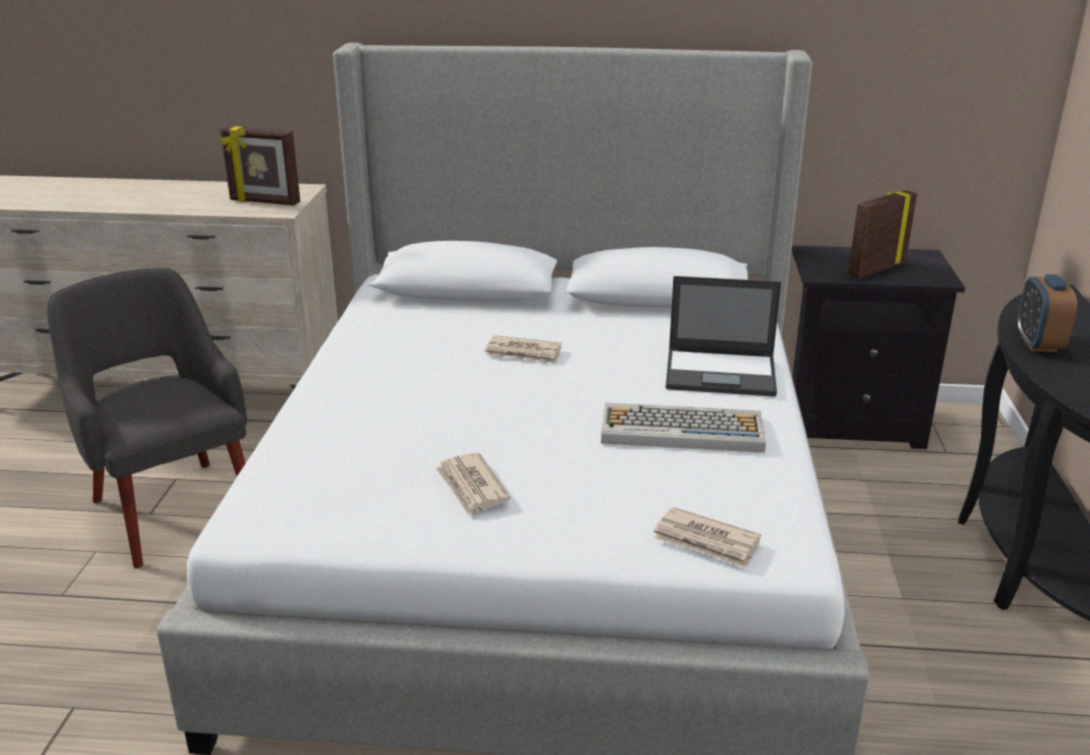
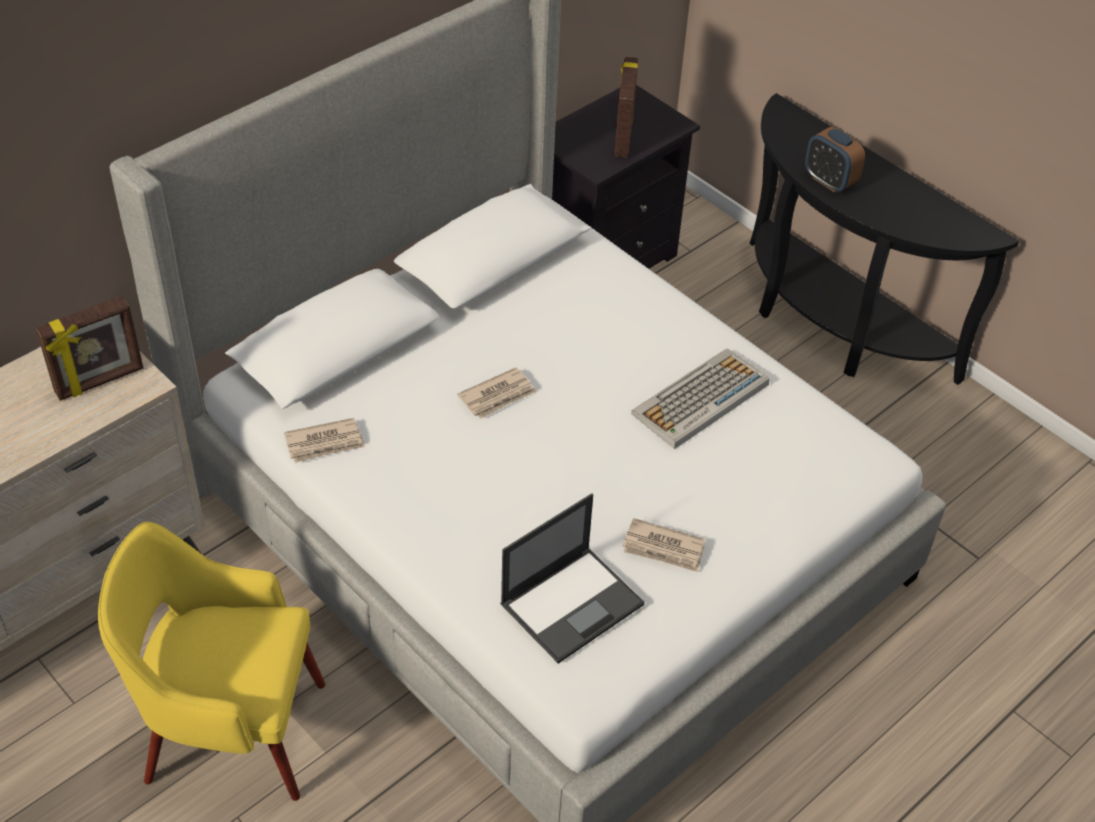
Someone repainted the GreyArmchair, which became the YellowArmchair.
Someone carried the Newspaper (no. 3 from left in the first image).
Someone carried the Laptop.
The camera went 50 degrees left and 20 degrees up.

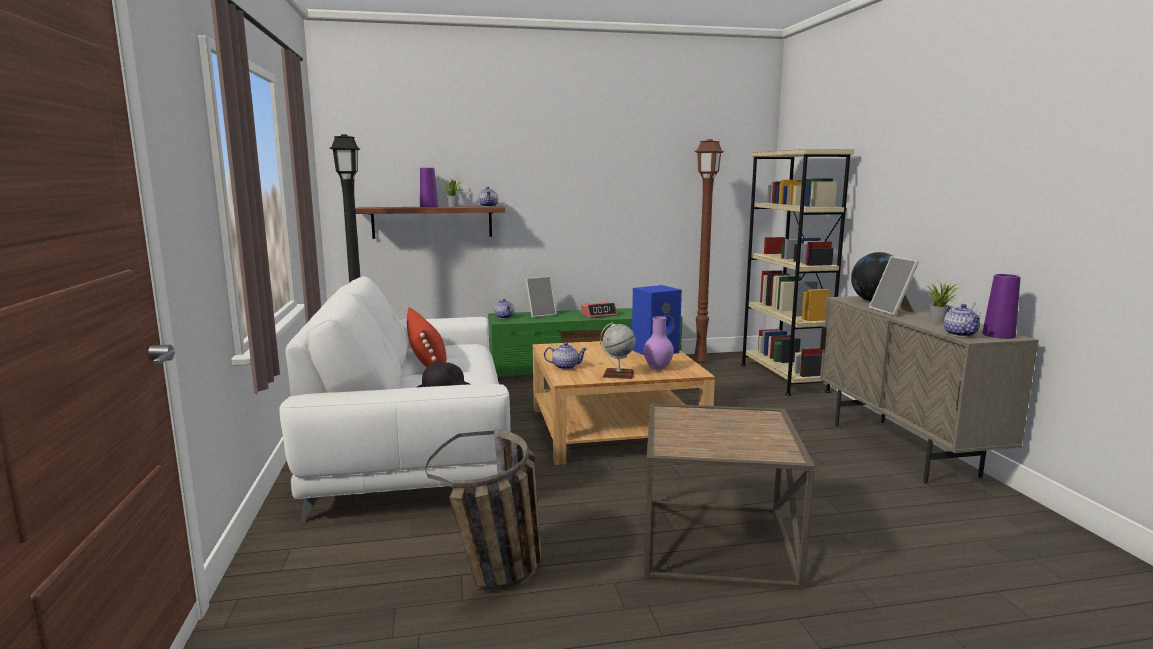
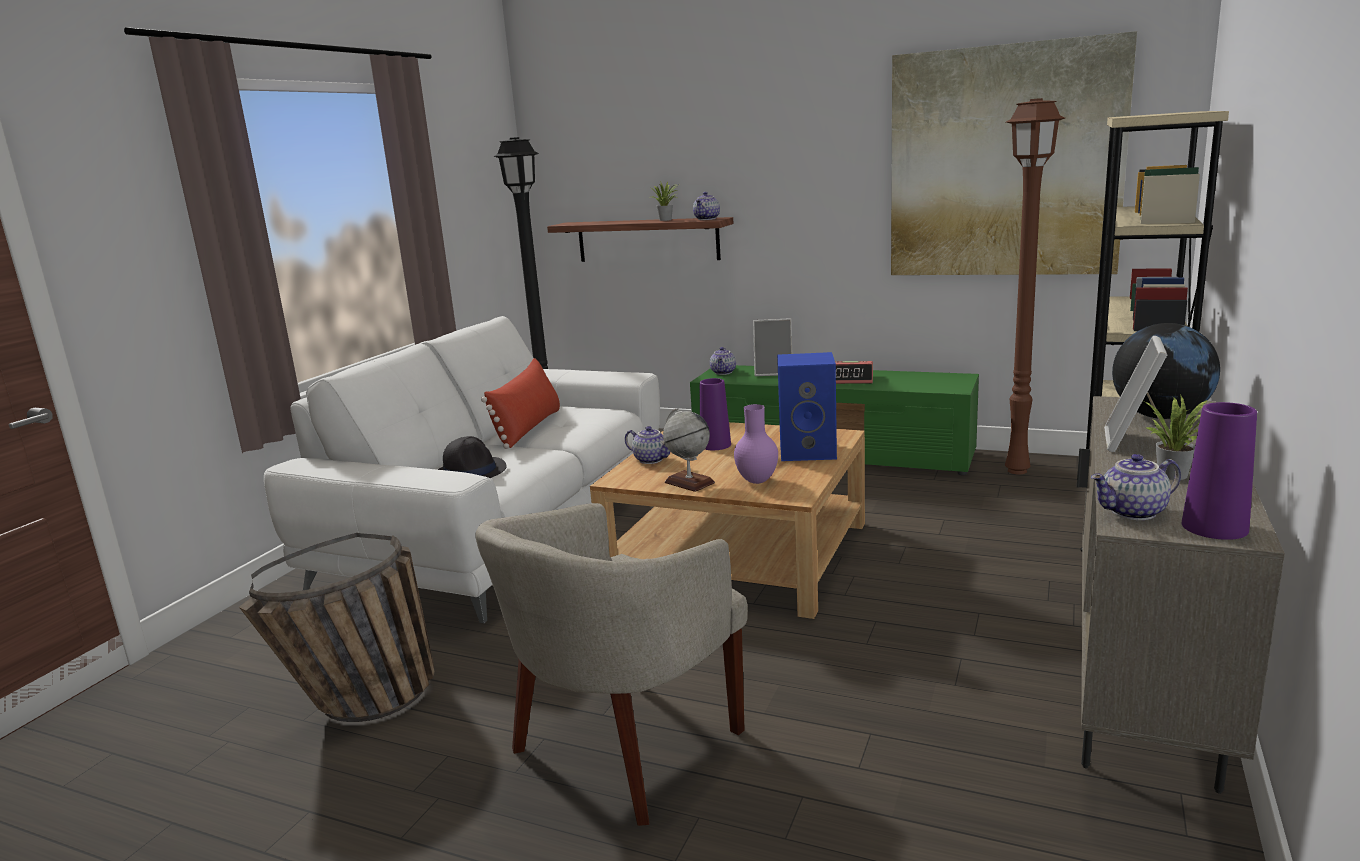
Someone carried the PurpleVase (no. 1 from left).
Someone swapped the BrownSideTable for the BeigeArmchair.
Someone rotated the Teapot (no. 4 from left) by 45 degrees clockwise.
Someone put up the Picture.
The camera went 35 degrees right and 5 degrees up.

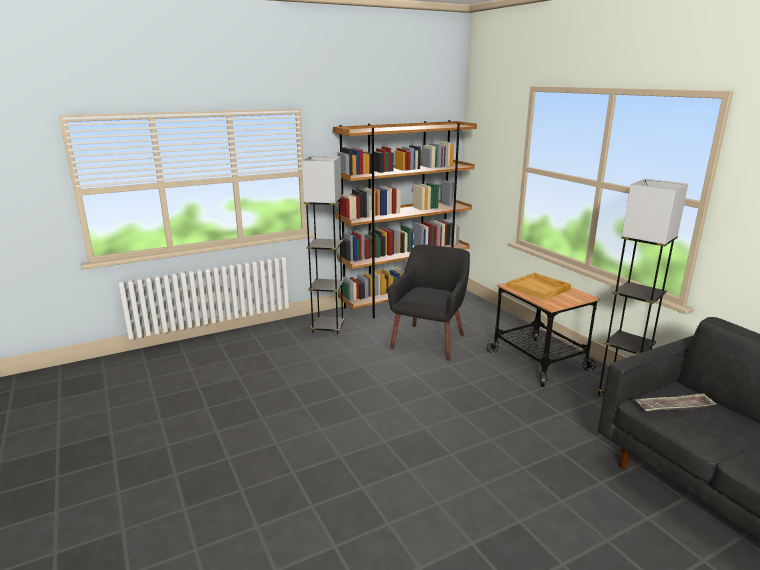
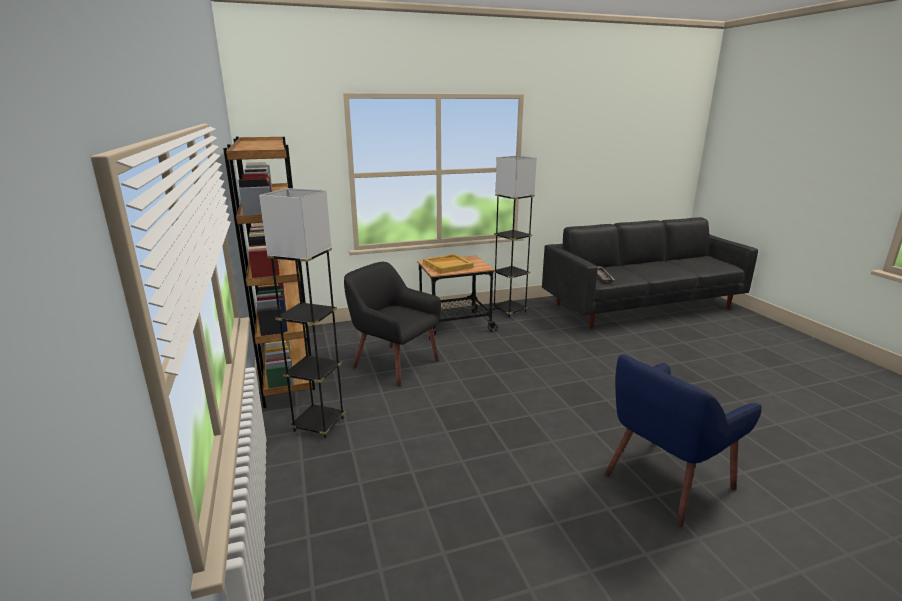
Someone put down the BlueArmchair.
The camera went 80 degrees left and 0 degrees up.

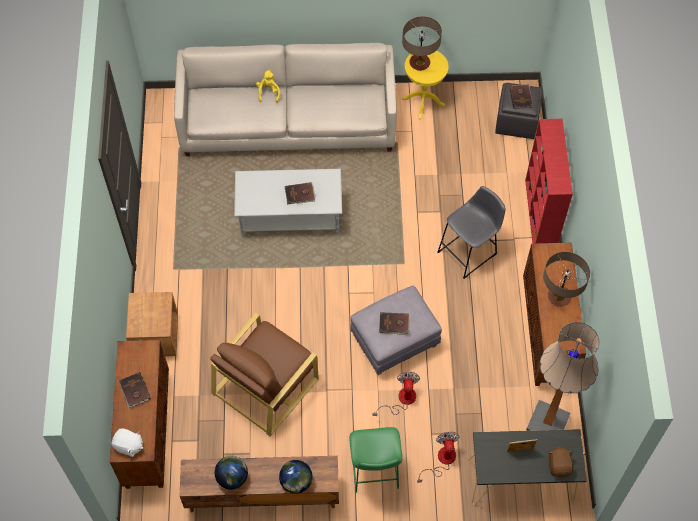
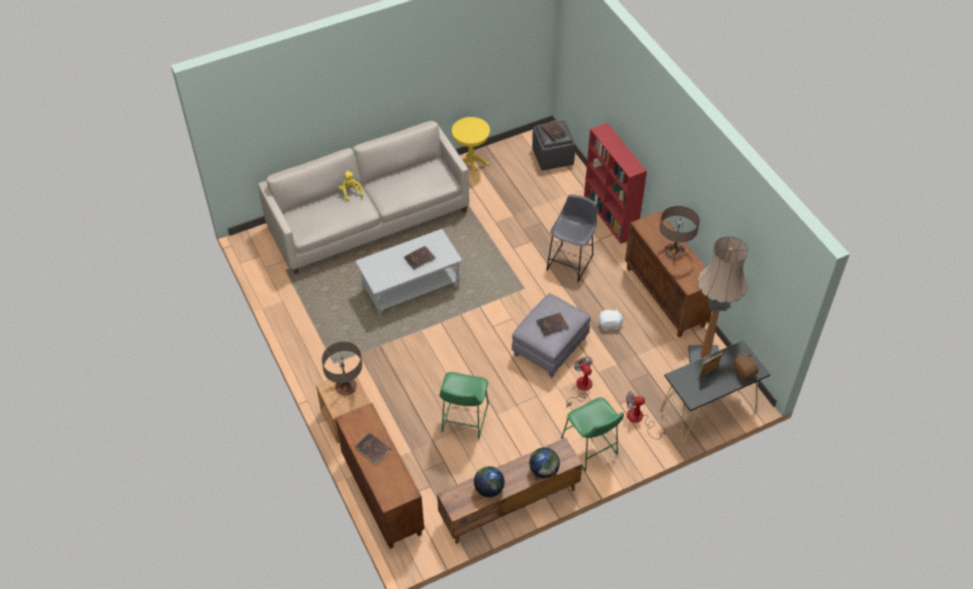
Someone carried the WhitePlushToy.
Someone swapped the BrownArmchair for the GreenStool (no. 1 from left).
Someone carried the TableLamp (no. 1 from left).
Someone rotated the Fan (no. 2 from left) by 60 degrees counterclockwise.
The camera went 25 degrees left and 10 degrees down.

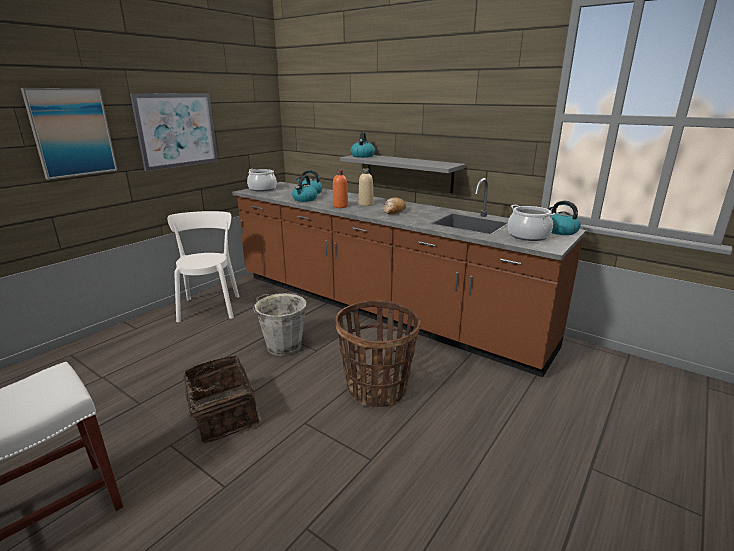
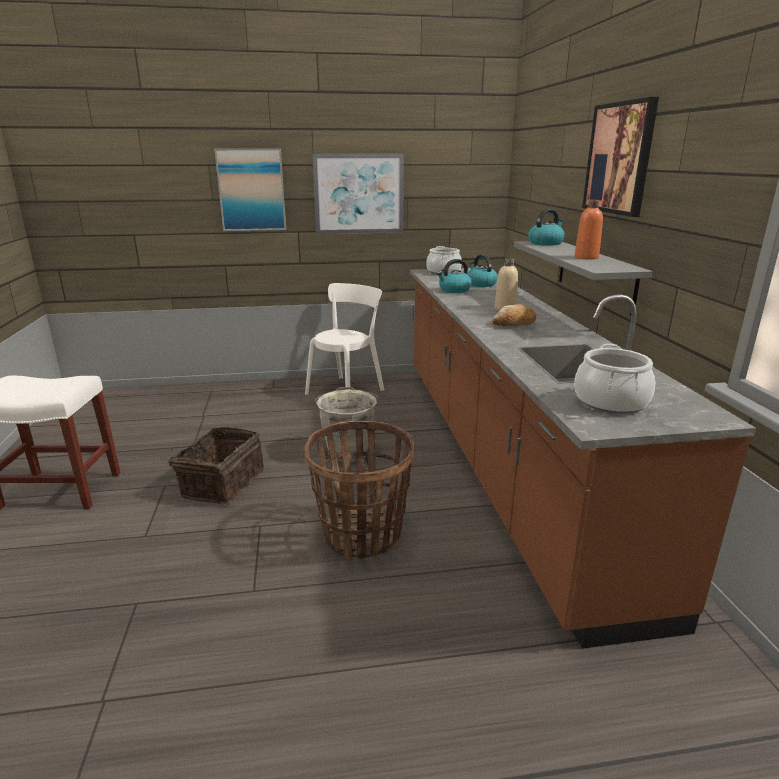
Someone carried the OrangeBottle.
Someone took away the Kettle (no. 4 from left).
Someone put up the Picture (no. 3 from left).
The camera went 45 degrees right and 0 degrees up.

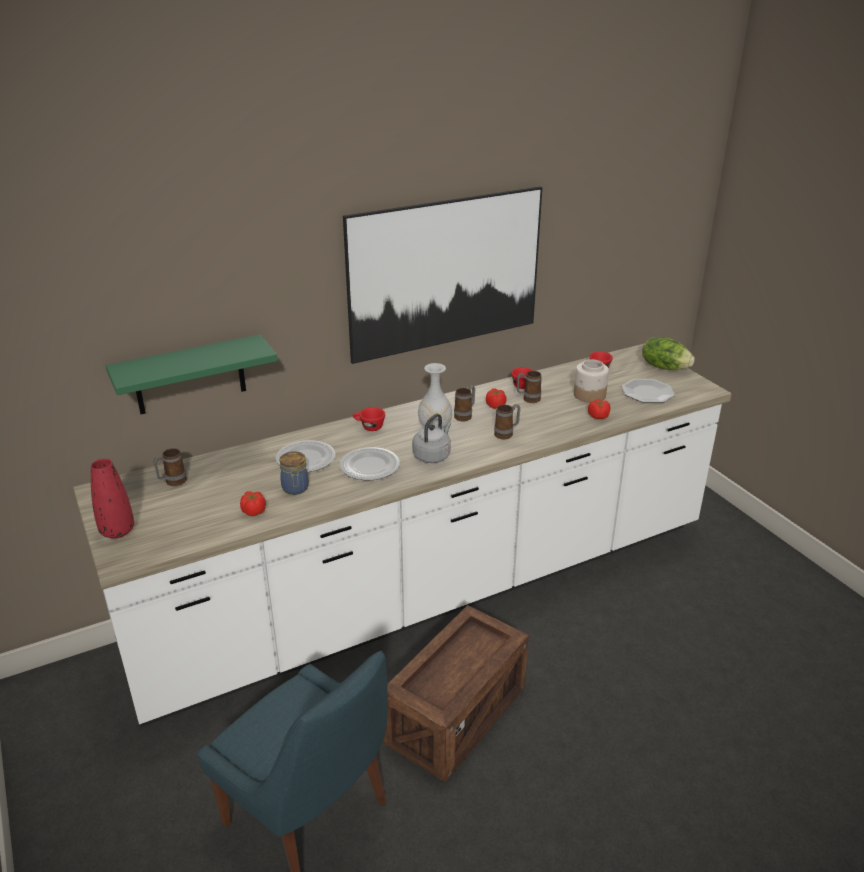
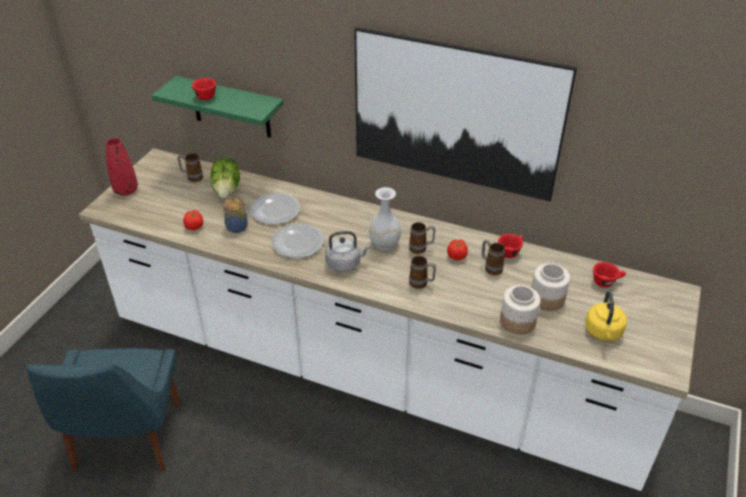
Someone carried the RedCup (no. 1 from left).
Someone took away the Crate.
Someone swapped the Tomato (no. 3 from left) for the Jar (no. 2 from left).
Someone swapped the Plate (no. 3 from left) for the YellowKettle.
Someone carried the Lettuce.
The camera went 50 degrees right and 10 degrees up.

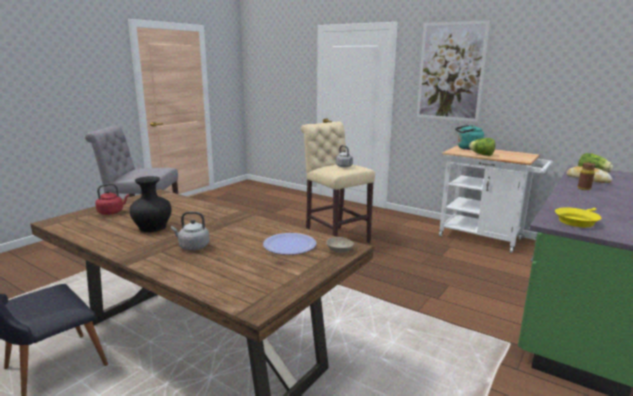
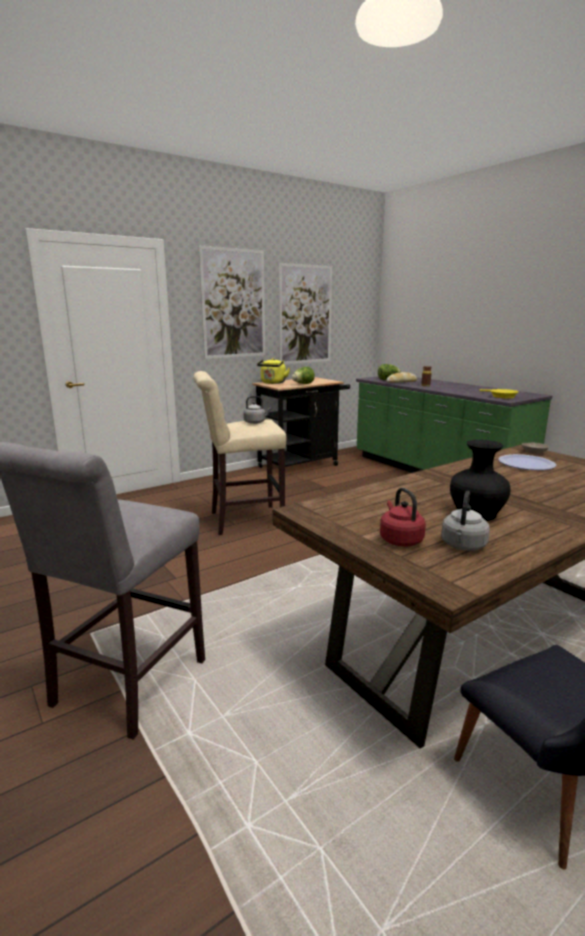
Someone carried the GreyKettle (no. 1 from left in the first image).
Someone repainted the WhiteCart, which became the BlackCart.
Someone repainted the TurquoiseKettle, which became the YellowKettle.
Someone put up the Picture (no. 2 from left).
The camera went 70 degrees left and 0 degrees up.

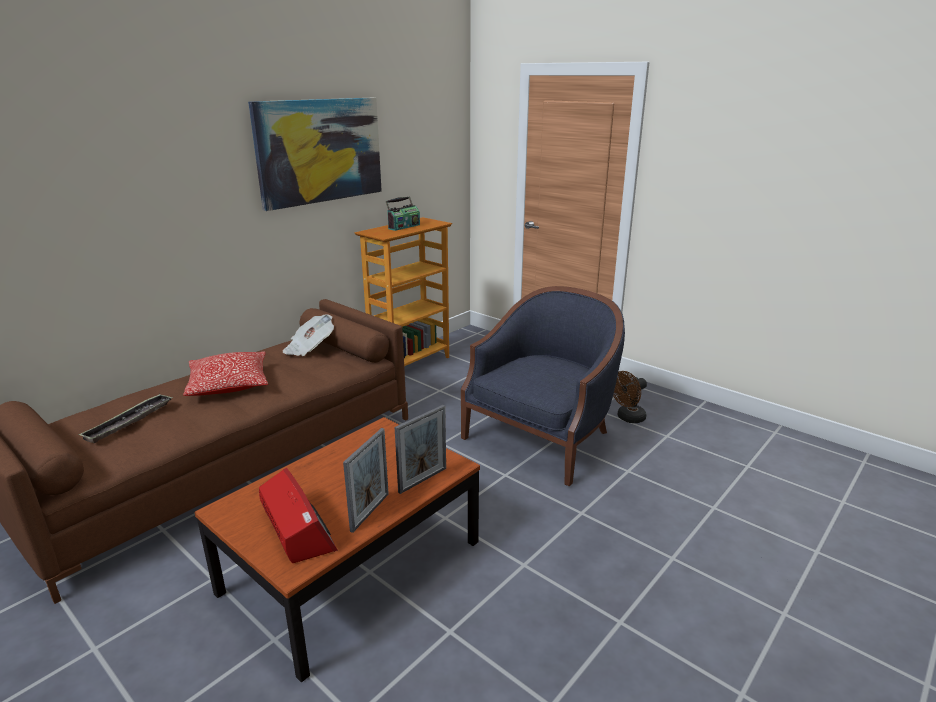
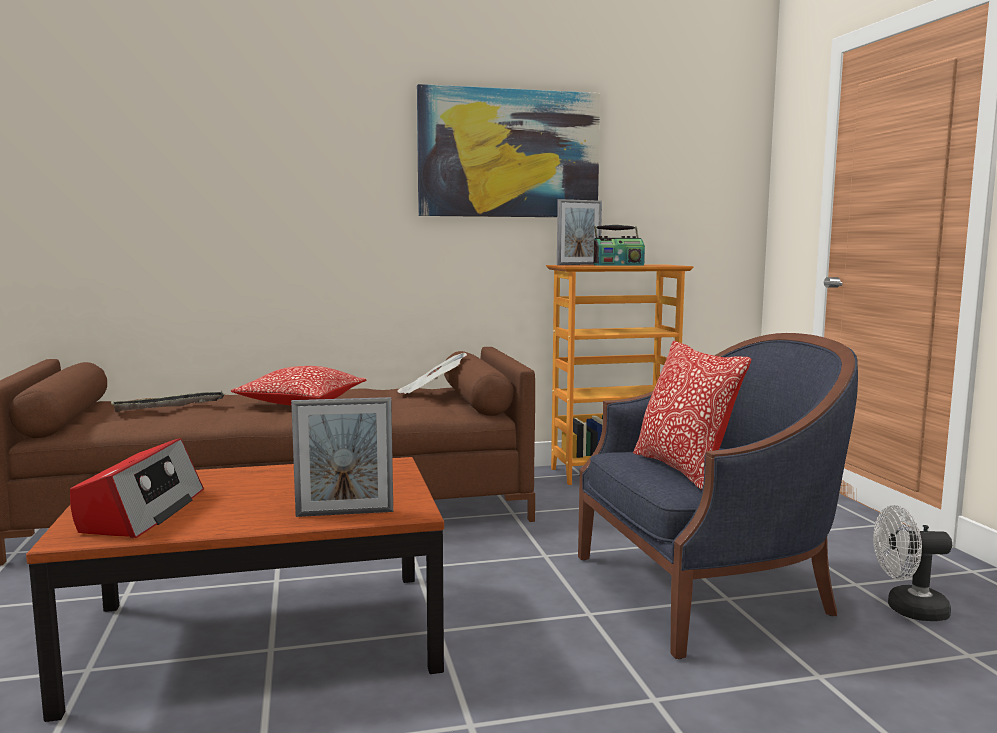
Someone carried the PictureFrame (no. 1 from left in the first image).
Someone repainted the BrownFan, which became the WhiteFan.
Someone put down the Pillow (no. 2 from left).
The camera went 35 degrees right and 15 degrees down.

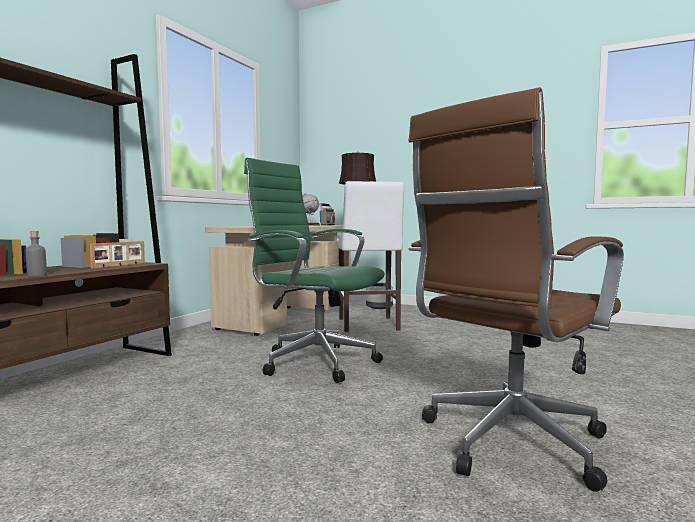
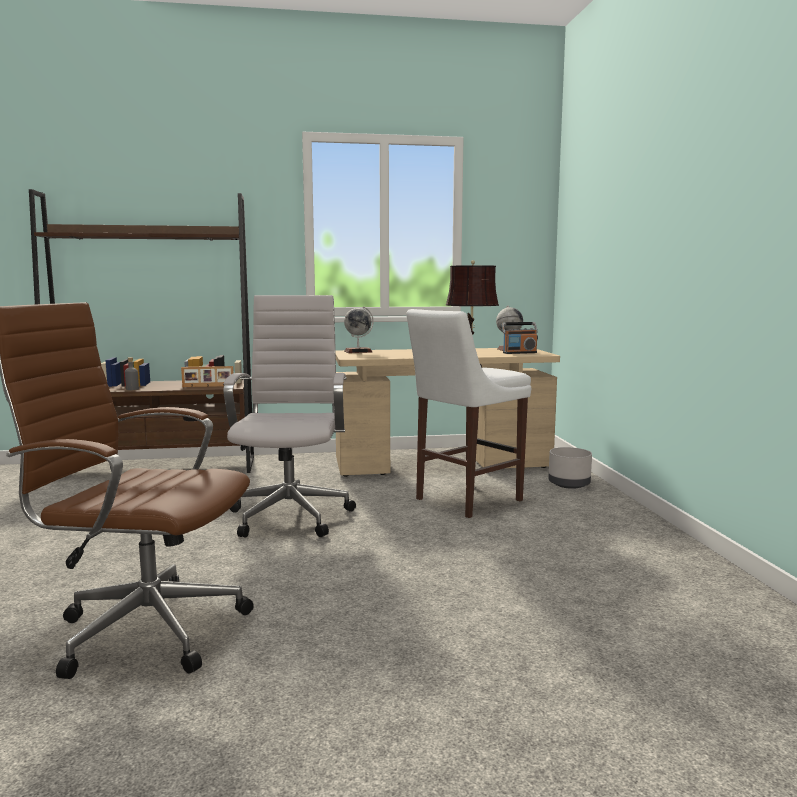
Someone repainted the GreenOfficeChair, which became the WhiteOfficeChair.
Someone put down the Globe (no. 1 from left).
The camera went 55 degrees right and 5 degrees up.

